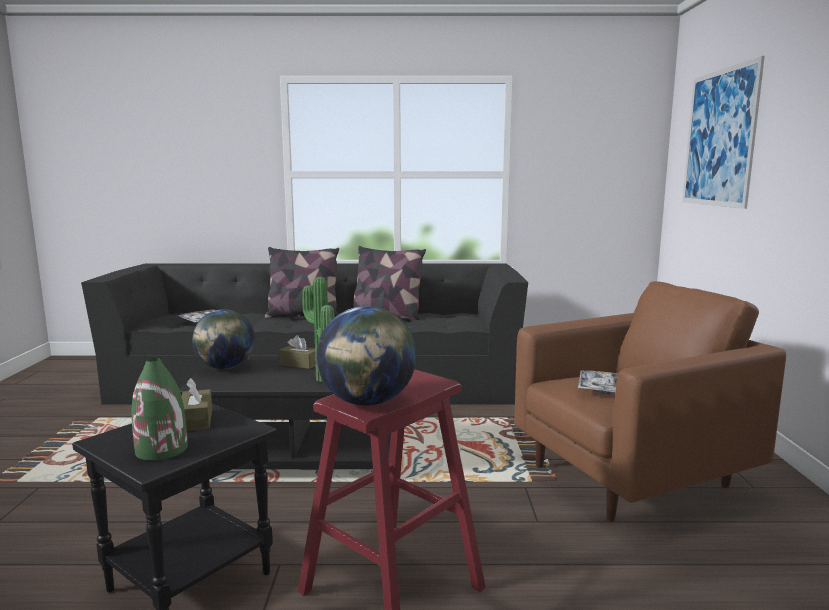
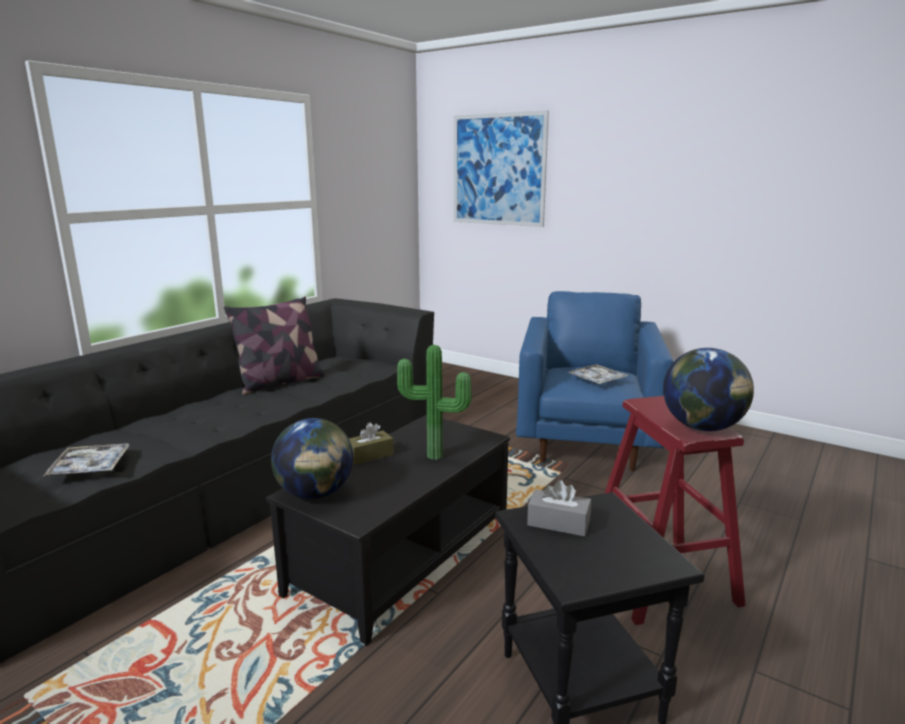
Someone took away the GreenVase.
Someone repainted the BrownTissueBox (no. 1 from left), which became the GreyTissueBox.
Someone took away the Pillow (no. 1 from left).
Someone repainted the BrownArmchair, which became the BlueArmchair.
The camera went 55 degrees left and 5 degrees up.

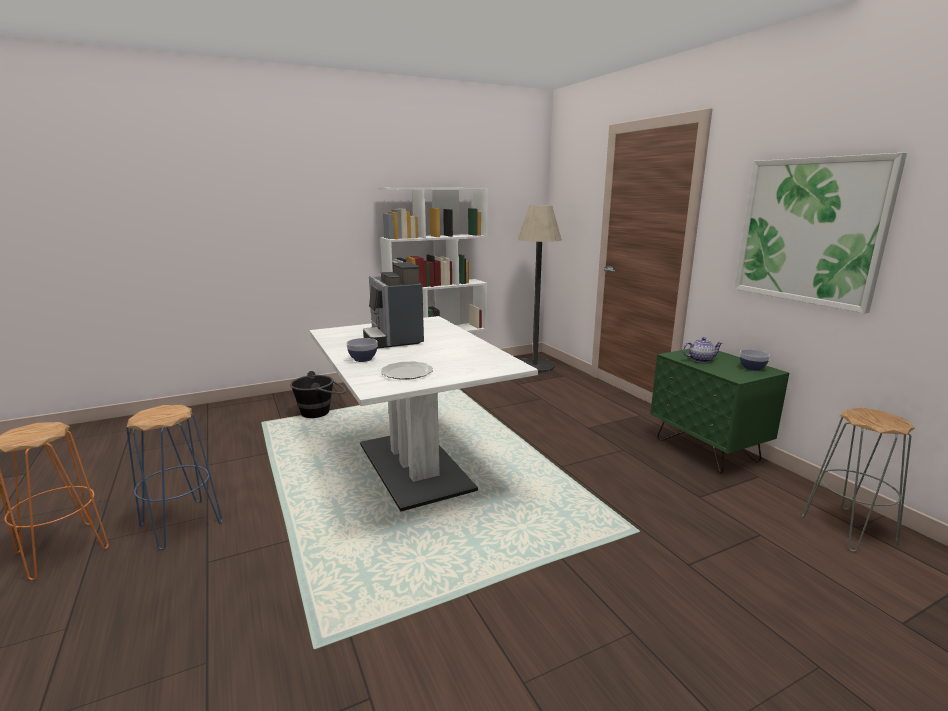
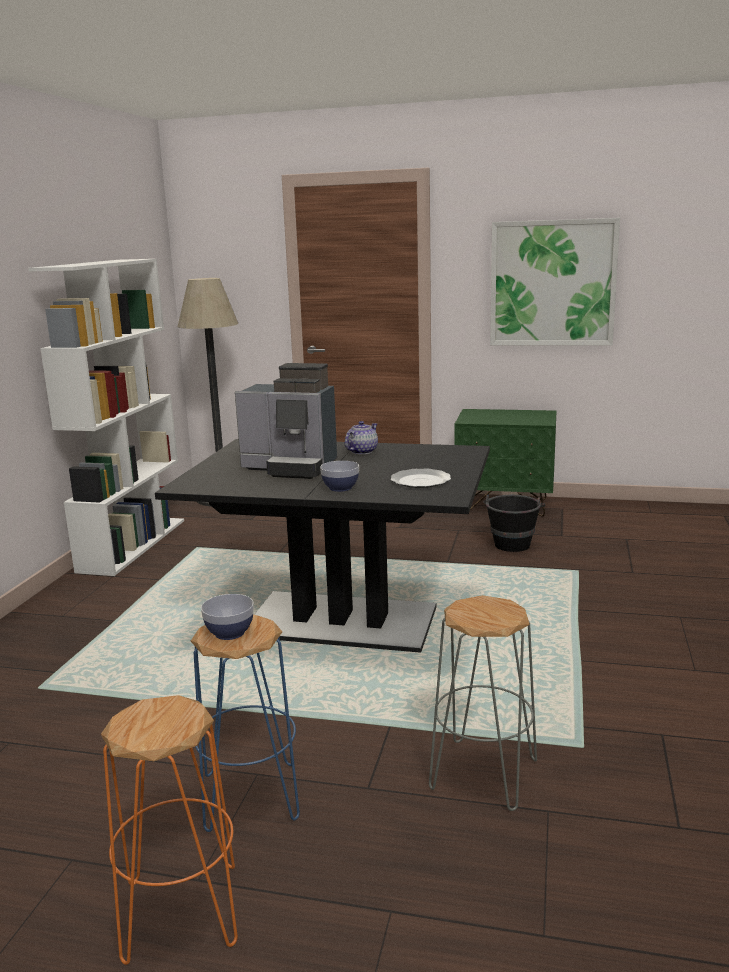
Someone carried the BlackBucket.
Someone repainted the WhiteDiningTable, which became the BlackDiningTable.
Someone carried the Teapot.
Someone carried the Bowl (no. 2 from left in the first image).
Someone carried the GreyStool.
The camera went 50 degrees left and 0 degrees up.

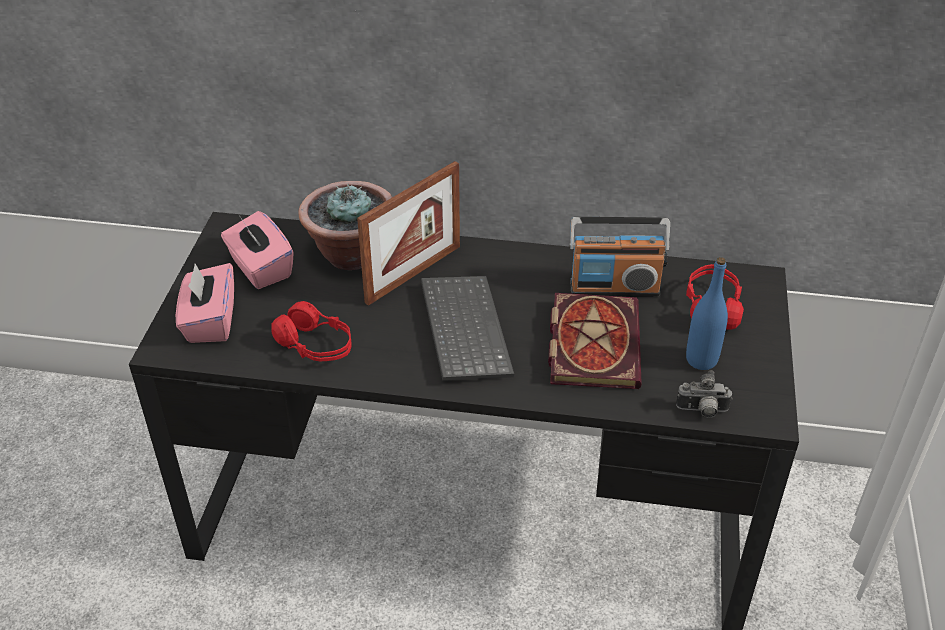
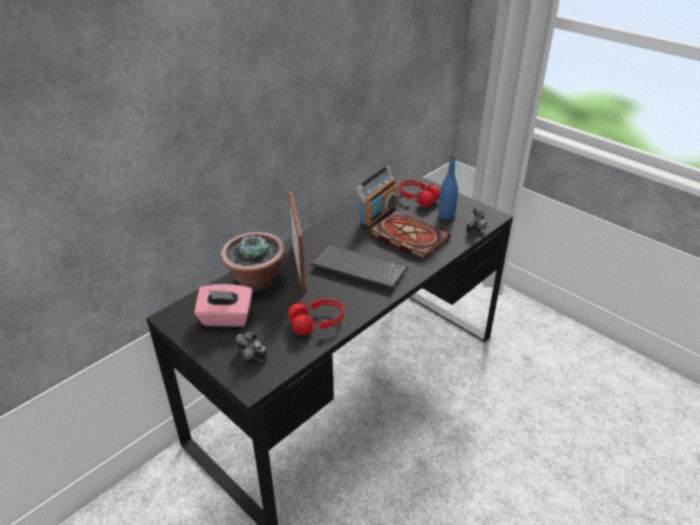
Someone swapped the PinkTissueBox (no. 1 from left) for the PhotoCamera (no. 1 from left).
The camera went 55 degrees left and 5 degrees down.

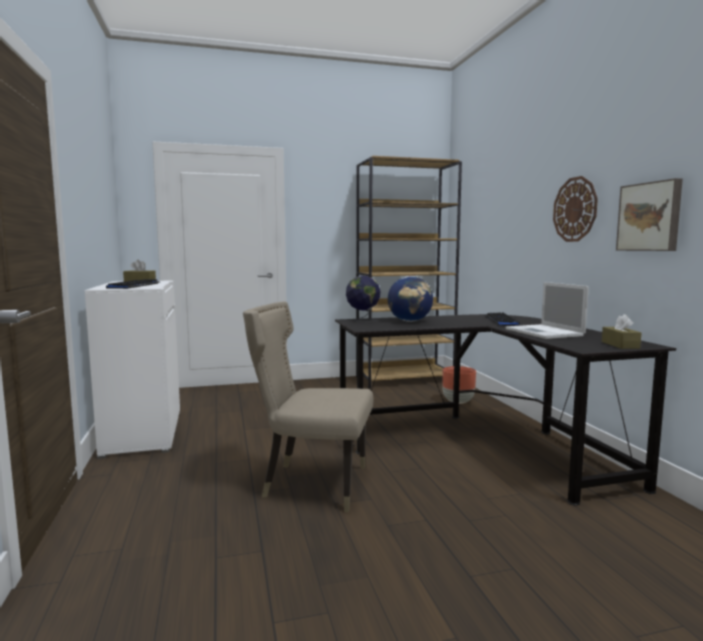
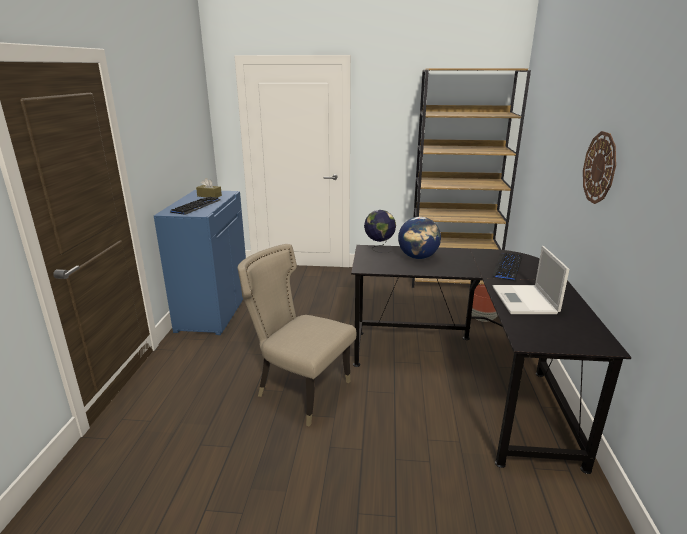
Someone repainted the WhiteCabinet, which became the BlueCabinet.
Someone took away the BrownTissueBox (no. 2 from left).
Someone took away the Picture.
The camera went 20 degrees right and 15 degrees up.

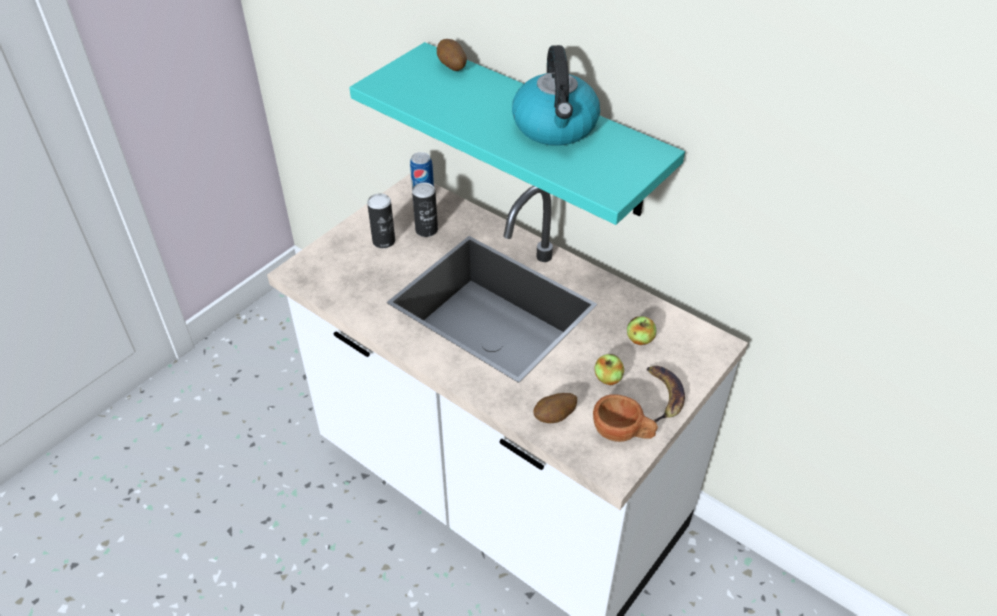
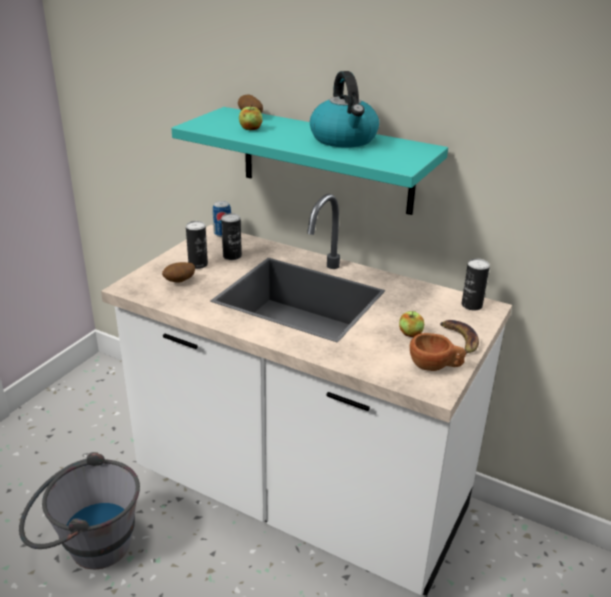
Someone carried the Potato (no. 2 from left in the first image).
Someone carried the Apple (no. 2 from left in the first image).
Someone put down the GreyBucket.
Someone put down the Can (no. 4 from left).
The camera went 10 degrees left and 15 degrees down.

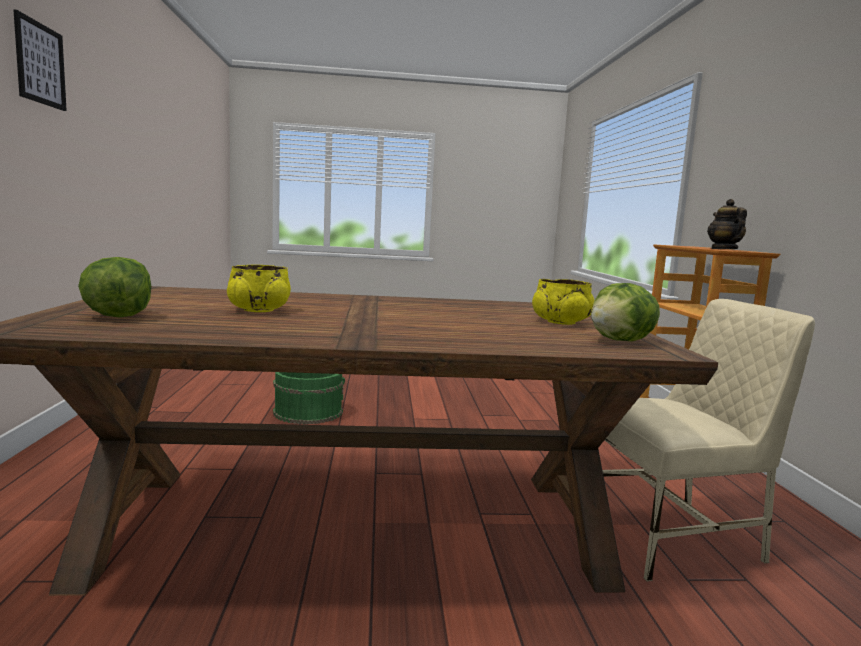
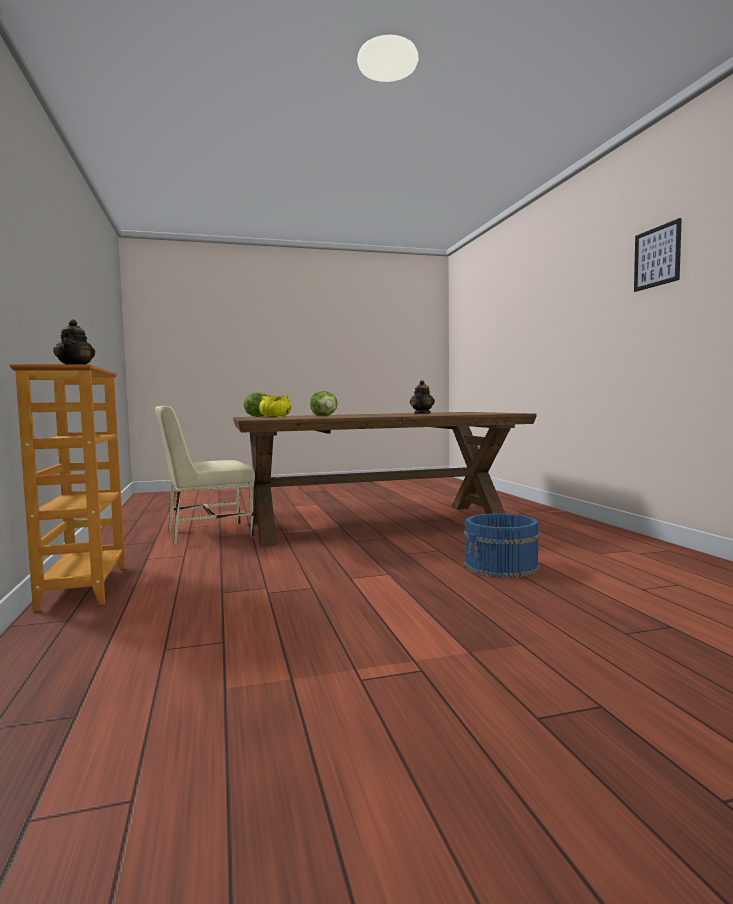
Someone carried the Lettuce (no. 1 from left in the first image).
Someone swapped the YellowBowl (no. 1 from left) for the Teapot (no. 2 from left).
Someone repainted the GreenBucket, which became the BlueBucket.
The camera went 170 degrees right and 5 degrees down.

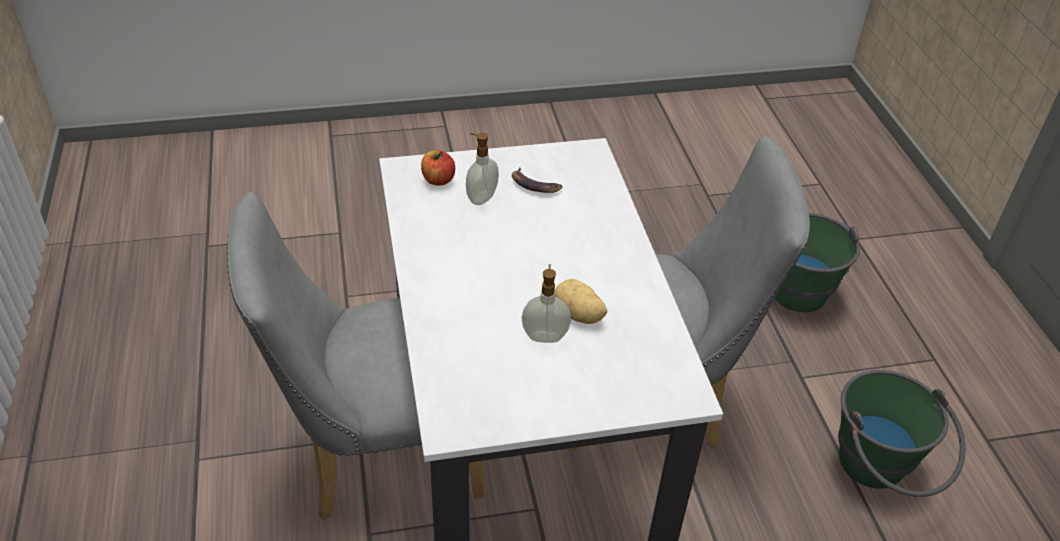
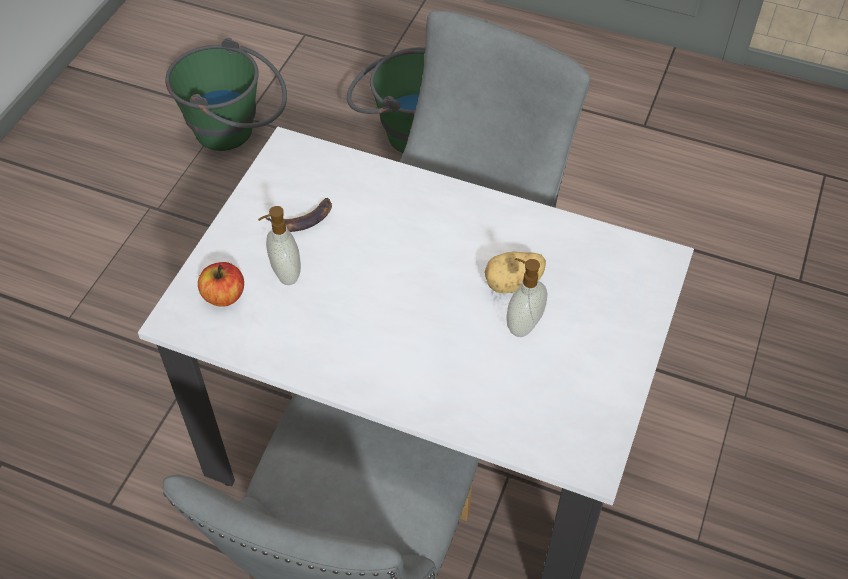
Someone carried the GreenBucket (no. 2 from left in the first image).
The camera went 55 degrees left and 10 degrees up.

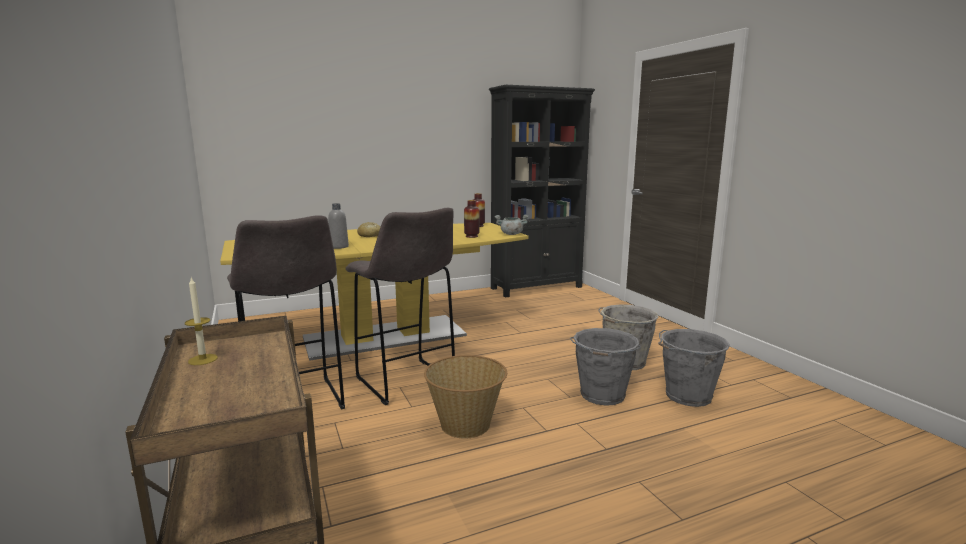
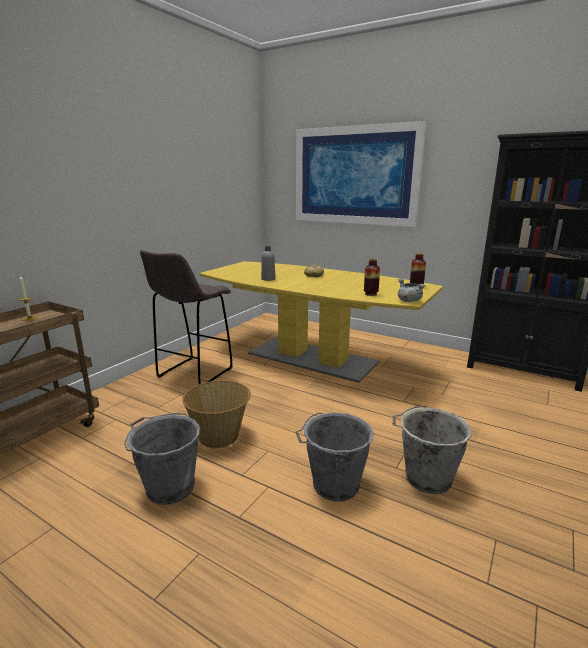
Someone took away the GreyStool (no. 2 from left).
Someone carried the GreyBucket (no. 3 from left in the first image).
Someone put up the Picture.
The camera went 55 degrees right and 5 degrees up.

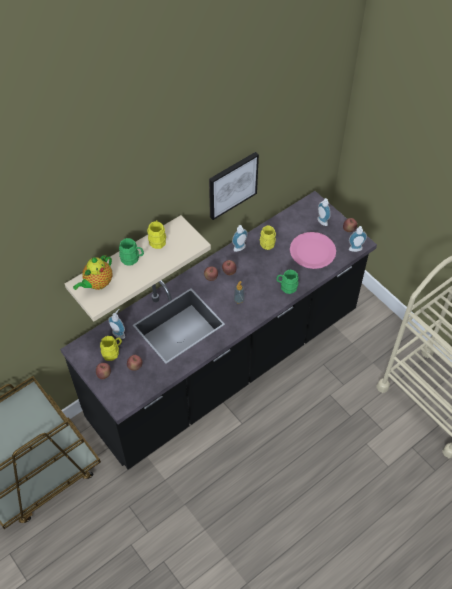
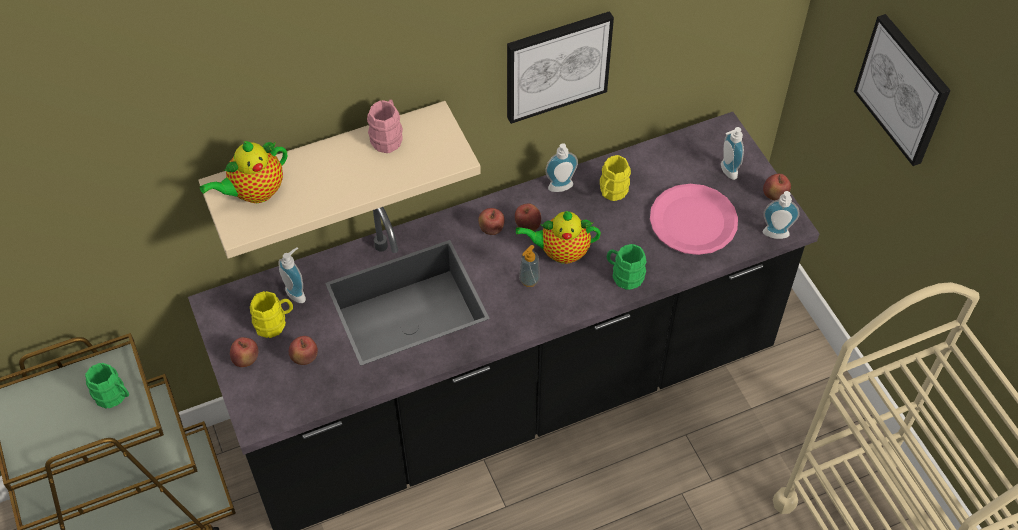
Someone carried the GreenMug (no. 1 from left).
Someone repainted the YellowMug (no. 2 from left), which became the PinkMug.
Someone put down the Teapot (no. 2 from left).
Someone put up the Picture (no. 2 from left).
The camera went 15 degrees right and 0 degrees up.

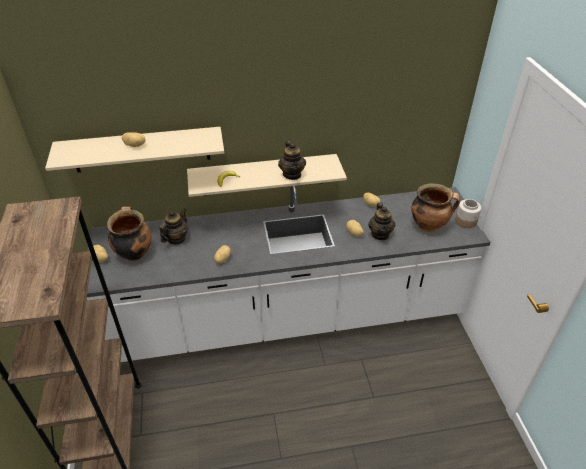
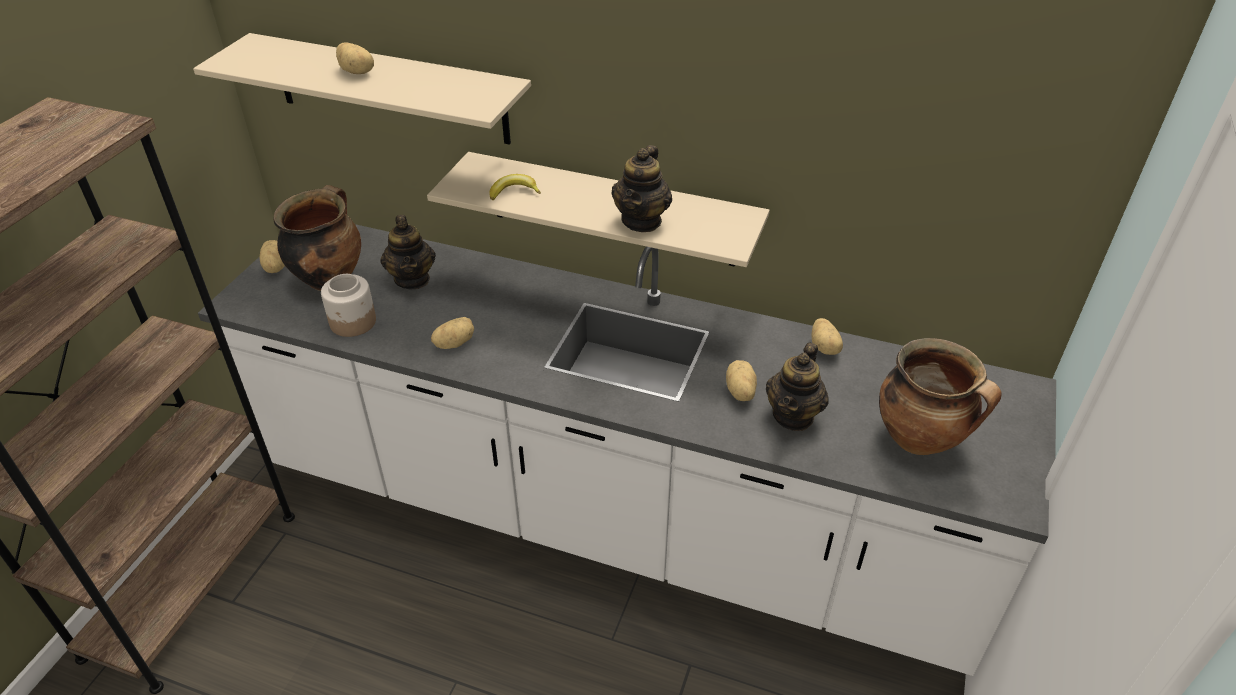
Someone rotated the Teapot (no. 1 from left) by 105 degrees clockwise.
Someone carried the Jar.
The camera went 30 degrees right and 0 degrees up.

